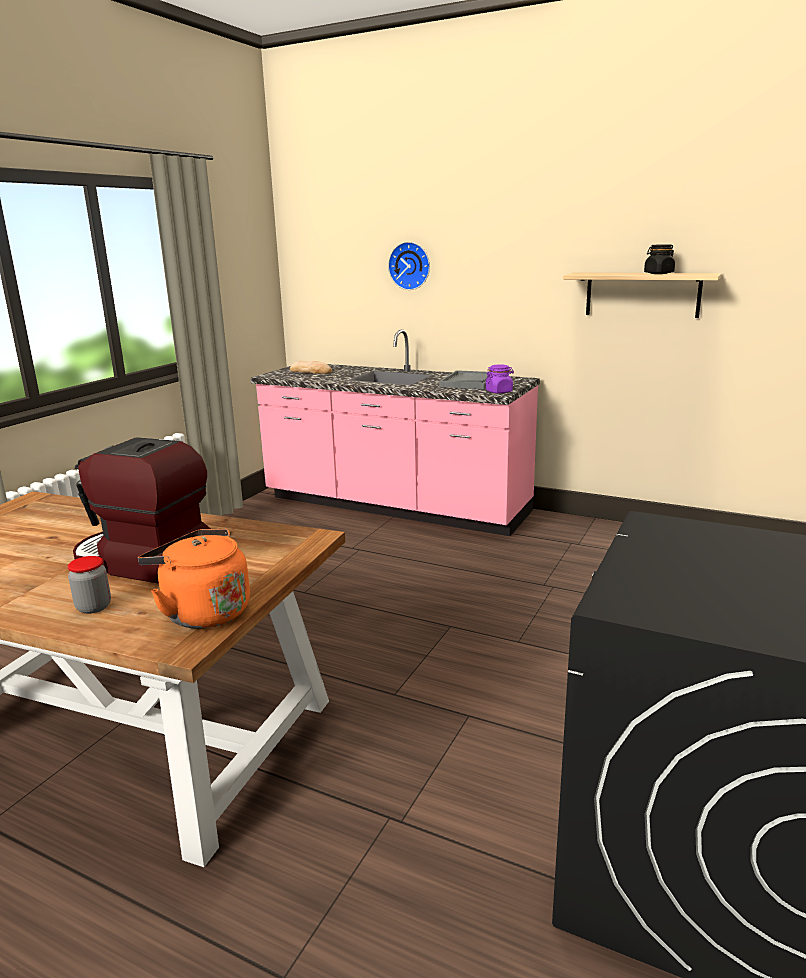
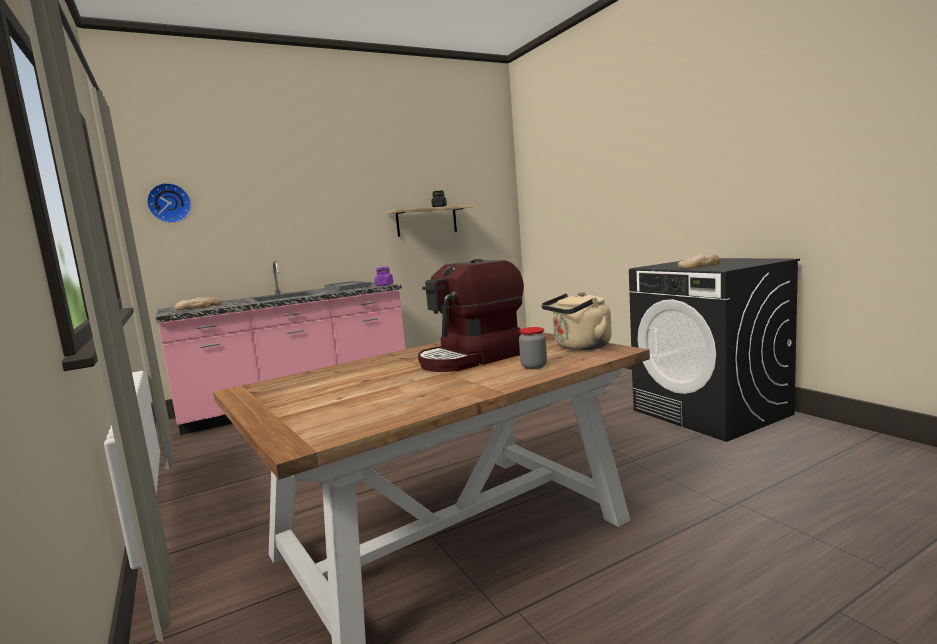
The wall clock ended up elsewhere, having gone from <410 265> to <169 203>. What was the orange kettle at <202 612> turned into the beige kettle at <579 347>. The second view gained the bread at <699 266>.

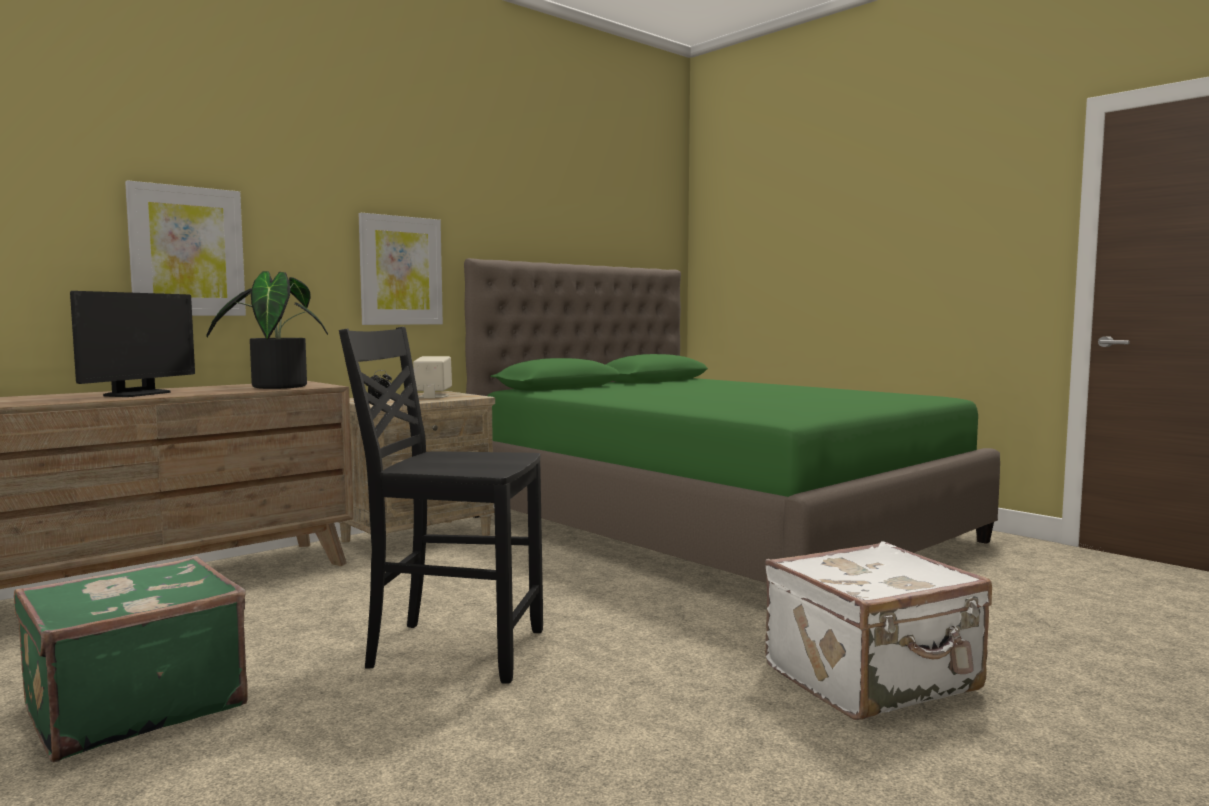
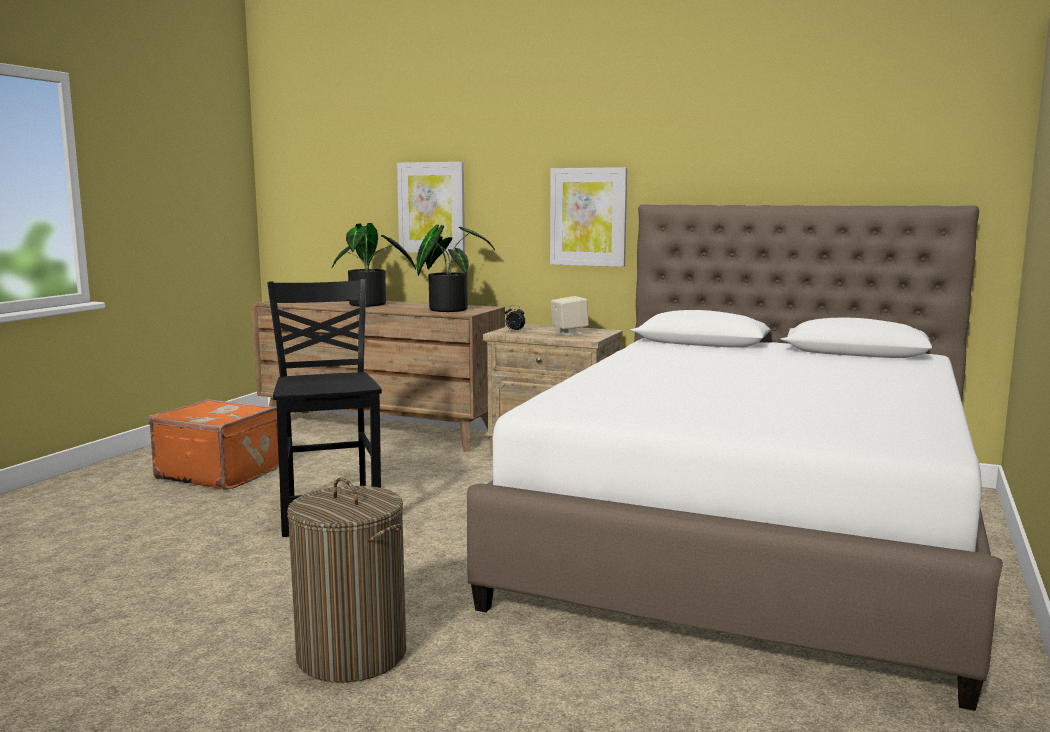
What was the green suitcase at <133 706> turned into the orange suitcase at <220 473>. Where the white suitcase stood at <874 680>, the laundry basket came to stand at <352 654>. Where the monitor stood at <137 394>, the potted plant came to stand at <371 305>. What was the green bed at <715 528> turned into the white bed at <752 538>.

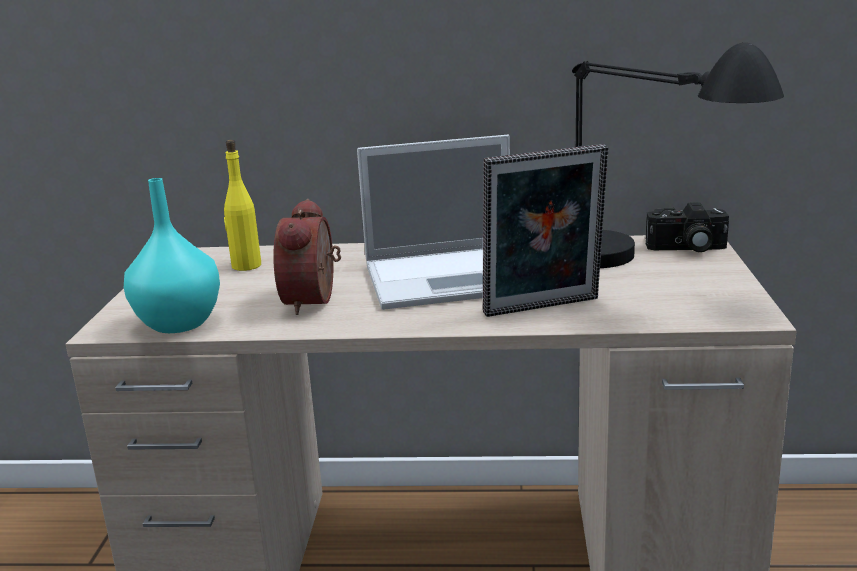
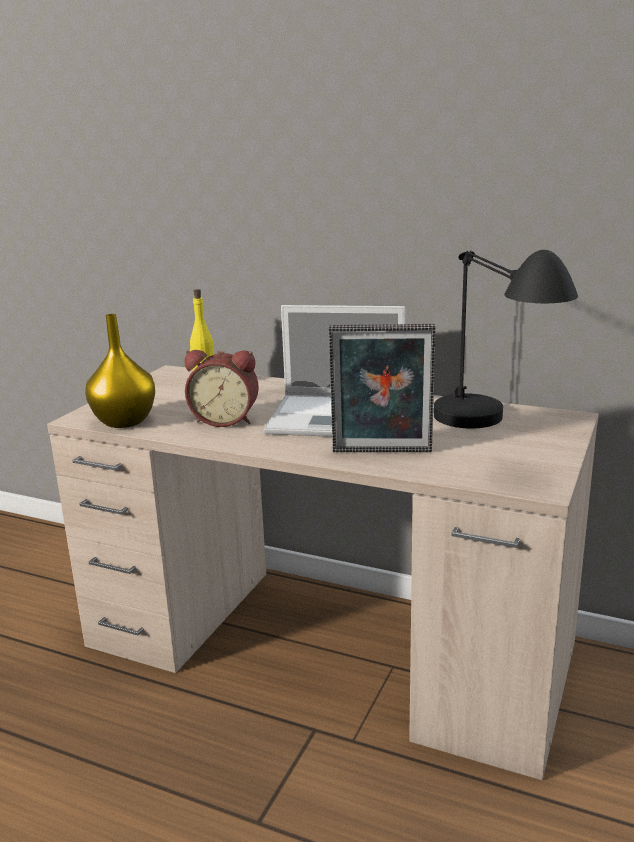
What was the turquoise vase at <181 323> turned into the yellow vase at <126 421>. The alarm clock at <315 301> ended up facing another way, 105 degrees counterclockwise from before. The second view lost the photo camera at <686 249>.

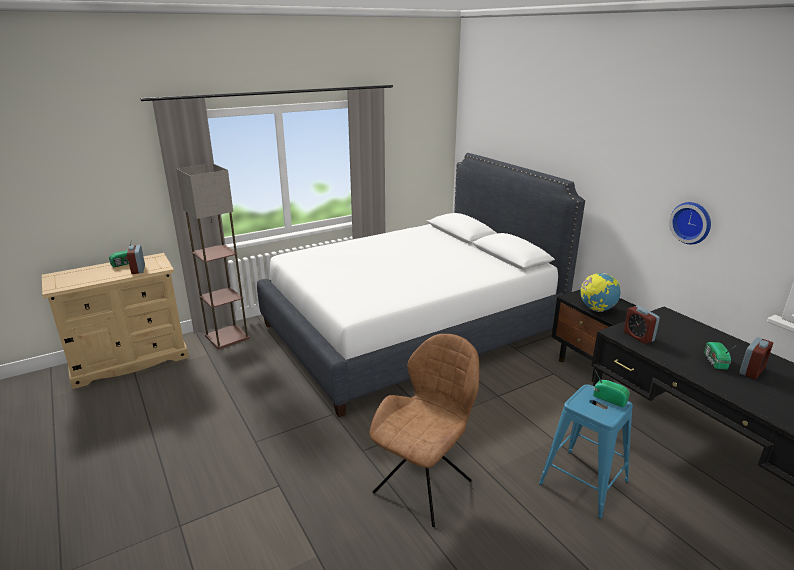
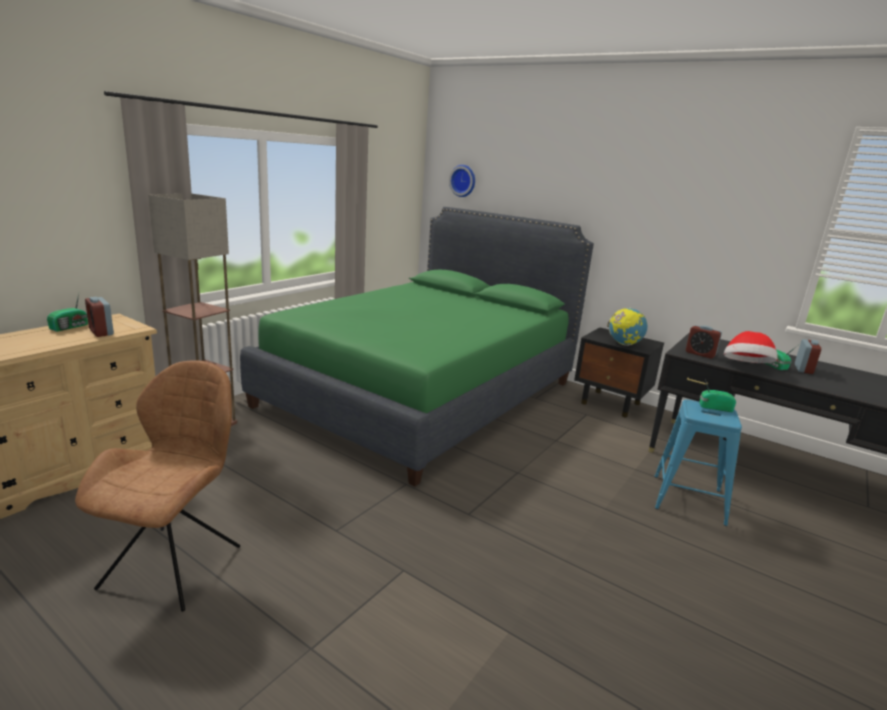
The brown chair ended up elsewhere, having gone from <425 484> to <175 563>. What was the white bed at <411 330> turned into the green bed at <423 394>. The wall clock ended up elsewhere, having gone from <692 222> to <463 181>. The second view gained the hat at <746 367>.

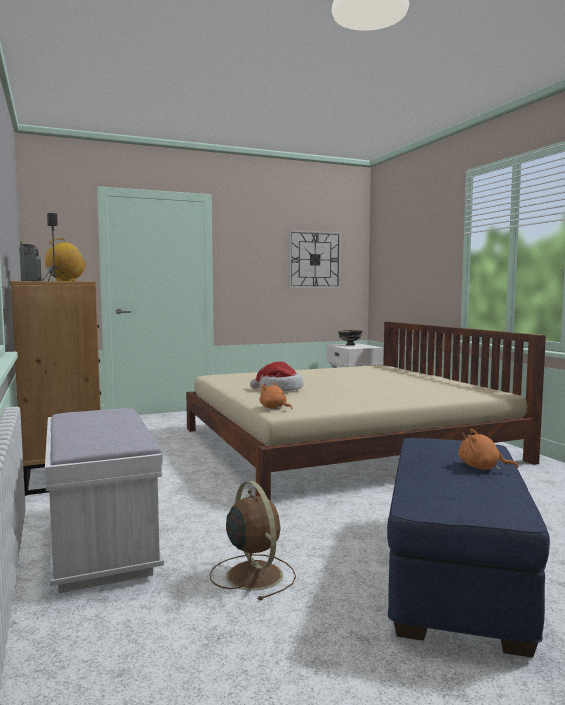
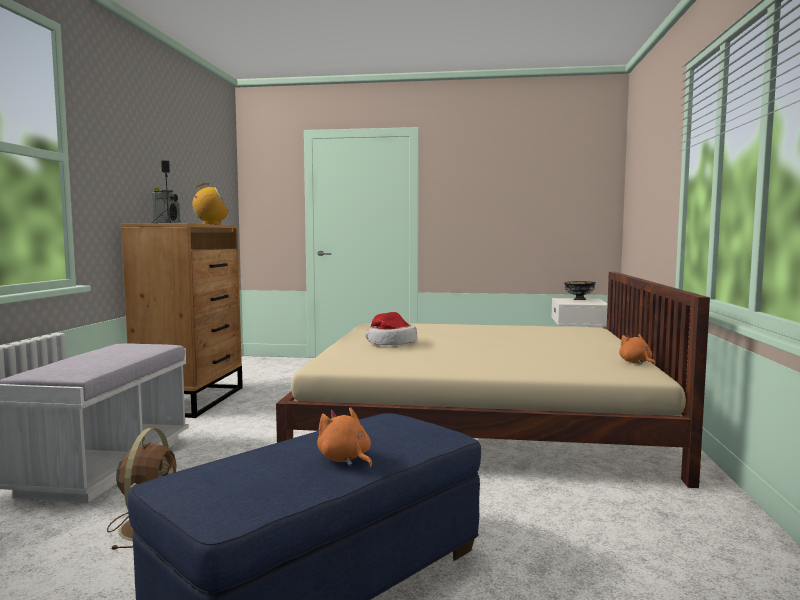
The orange plush toy ended up elsewhere, having gone from <274 408> to <636 363>. The second view lost the wall clock at <314 259>.

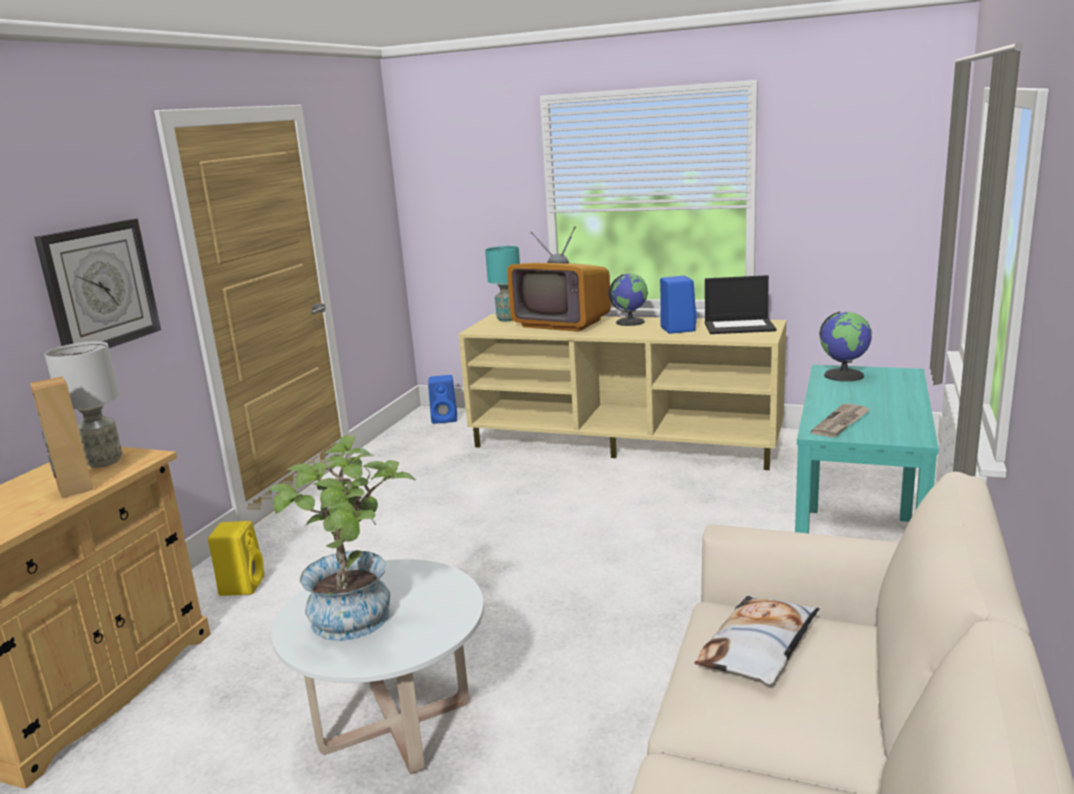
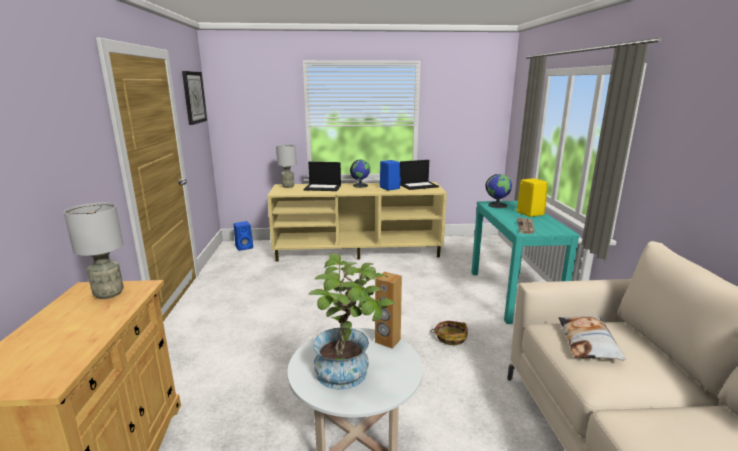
The wall clock ended up elsewhere, having gone from <100 287> to <193 97>. What was the turquoise table lamp at <507 319> turned into the grey table lamp at <288 186>. Where the television stood at <561 323>, the laptop came to stand at <323 187>. The brown speaker ended up elsewhere, having gone from <75 489> to <387 341>. The second view gained the basket at <450 337>. The yellow speaker ended up elsewhere, having gone from <242 585> to <529 213>.

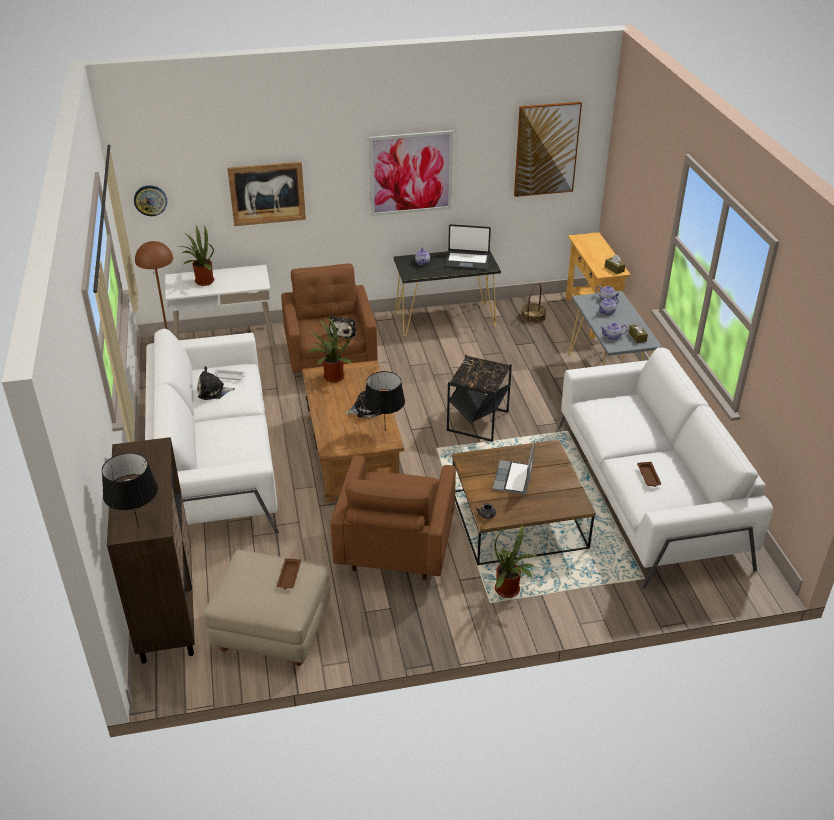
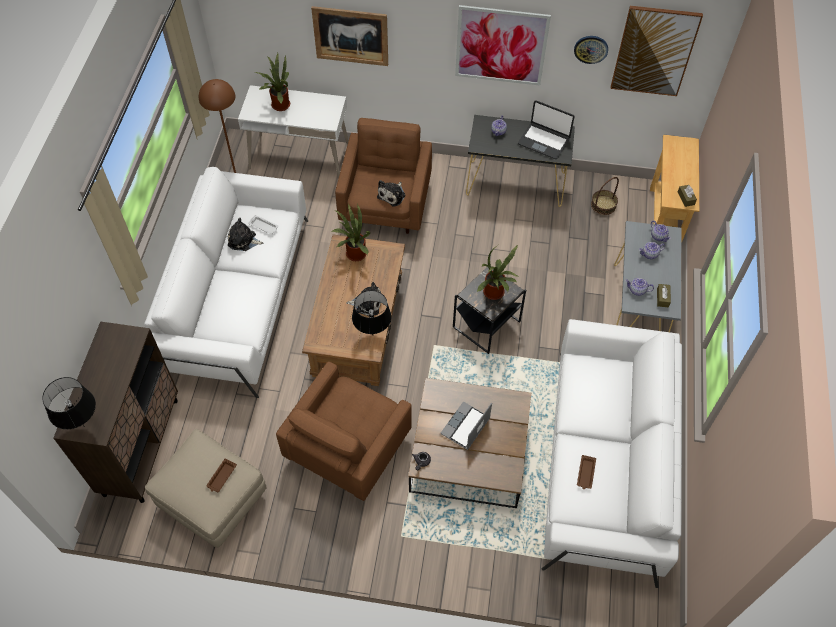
The potted plant ended up elsewhere, having gone from <510 590> to <495 293>. The wall clock ended up elsewhere, having gone from <150 200> to <591 49>.

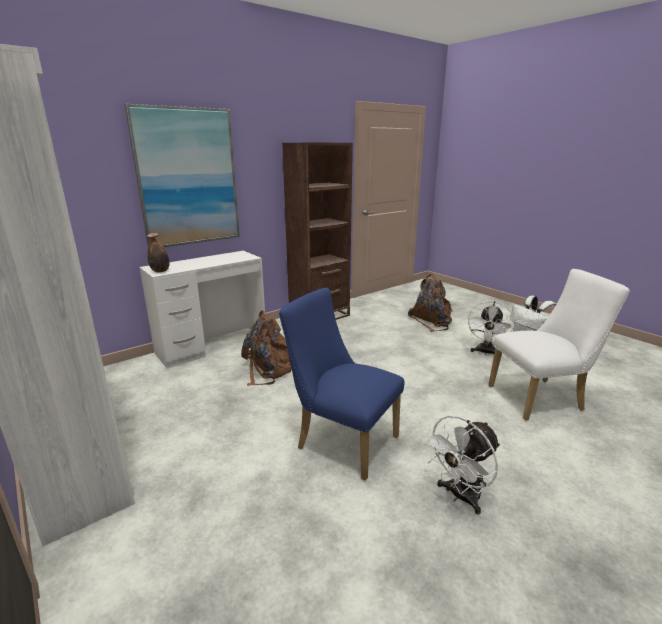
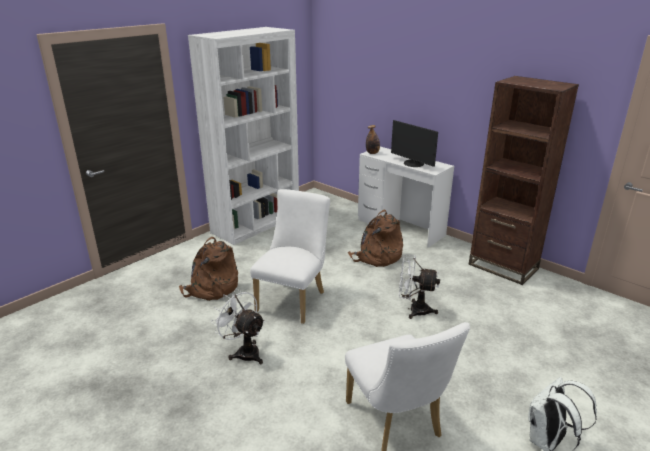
The brown backpack ended up elsewhere, having gone from <431 321> to <211 288>. What was the blue chair at <341 440> turned into the white chair at <294 299>. The second view gained the monitor at <413 164>. The white fan ended up elsewhere, having gone from <485 352> to <414 310>. The second view lost the picture at <188 178>.

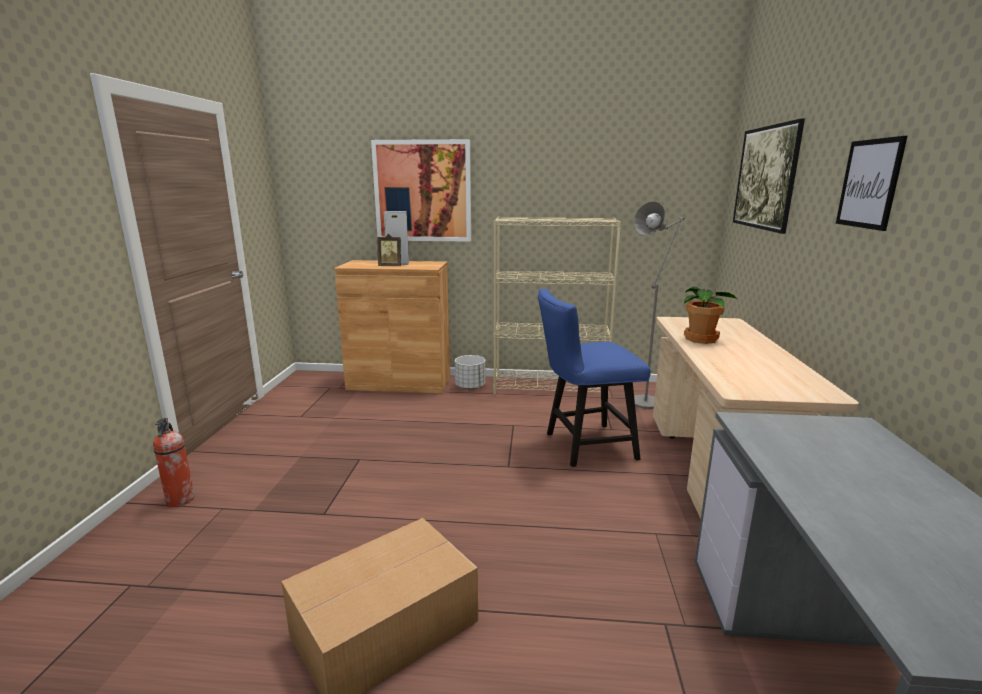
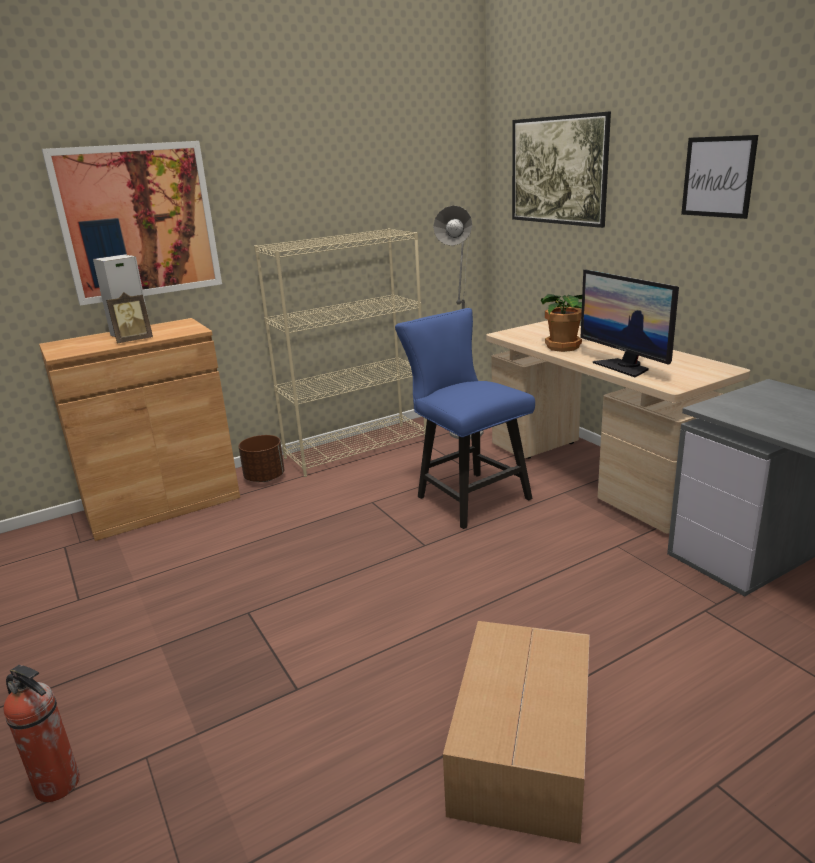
What was the white planter at <470 387> turned into the brown planter at <264 478>. The blue chair at <583 446> ended up facing another way, 105 degrees clockwise from before. The second view gained the monitor at <624 367>.

